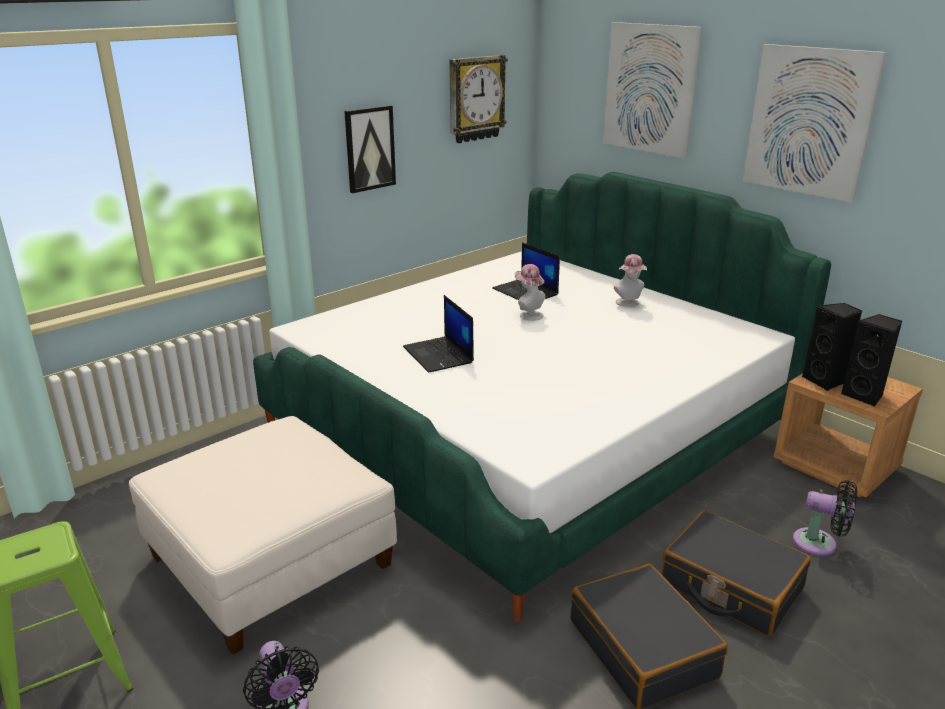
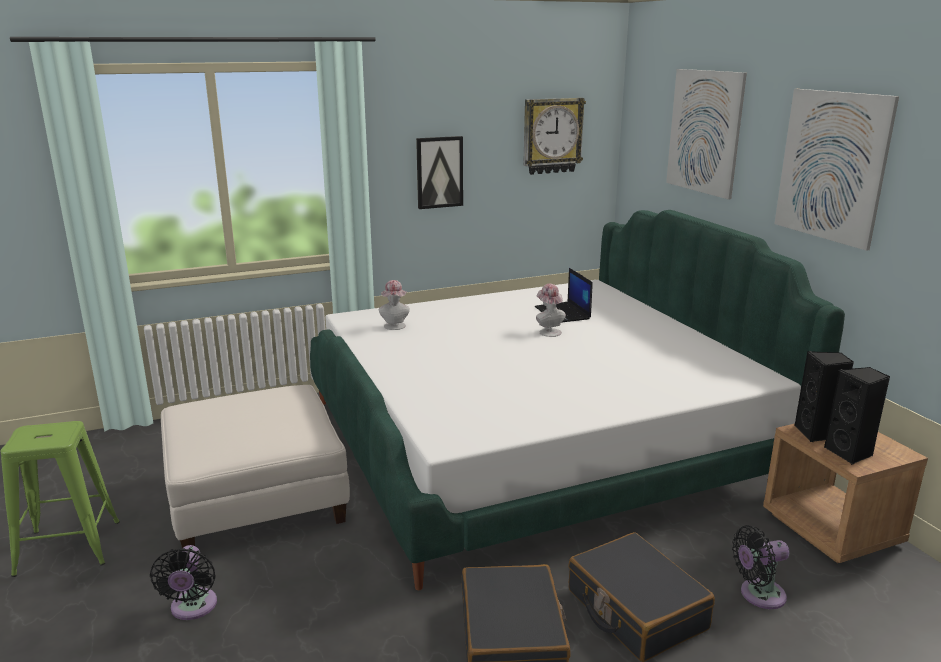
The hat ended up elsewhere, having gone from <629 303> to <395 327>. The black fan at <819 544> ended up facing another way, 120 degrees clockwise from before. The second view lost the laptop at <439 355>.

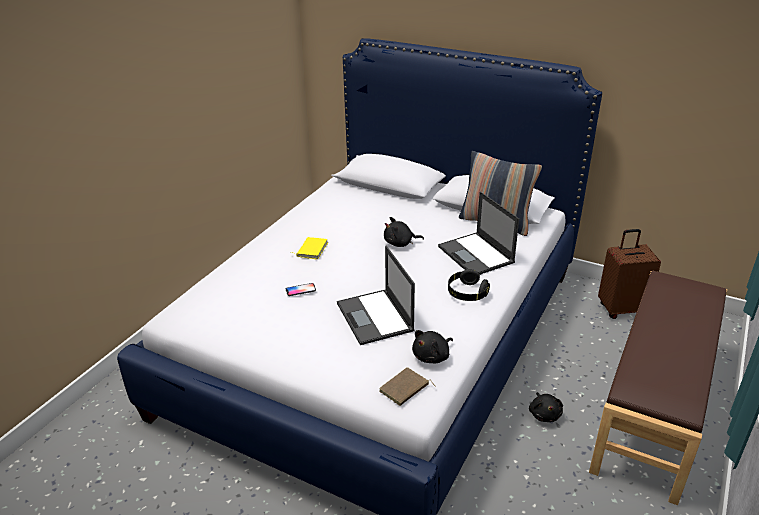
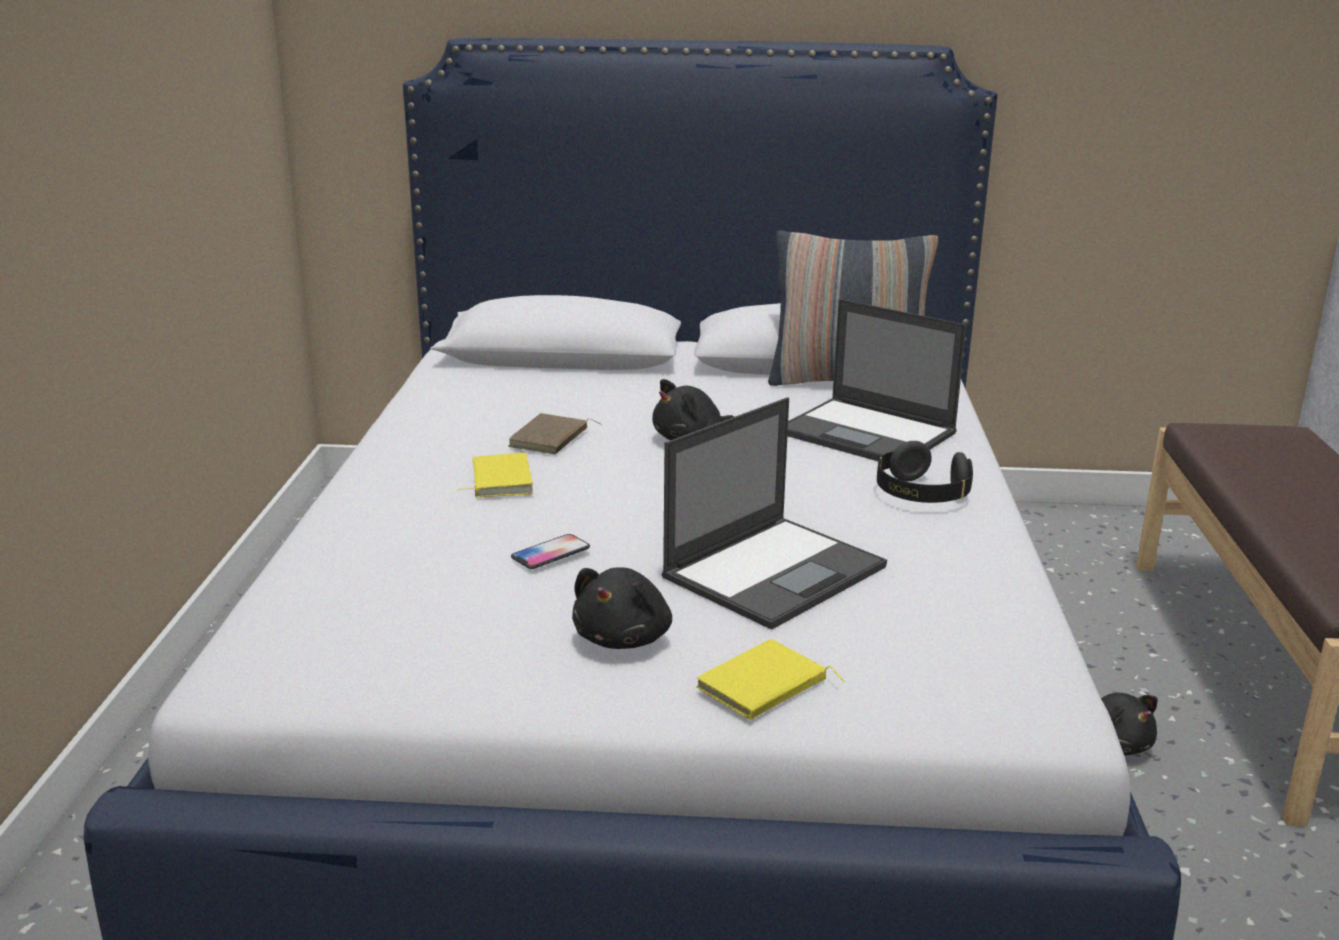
The brown book ended up elsewhere, having gone from <405 389> to <551 439>. The black plush toy ended up elsewhere, having gone from <432 356> to <625 638>. The laptop at <375 317> ended up facing another way, 90 degrees counterclockwise from before. The second view gained the yellow book at <764 687>. The second view lost the brown suitcase at <621 309>.

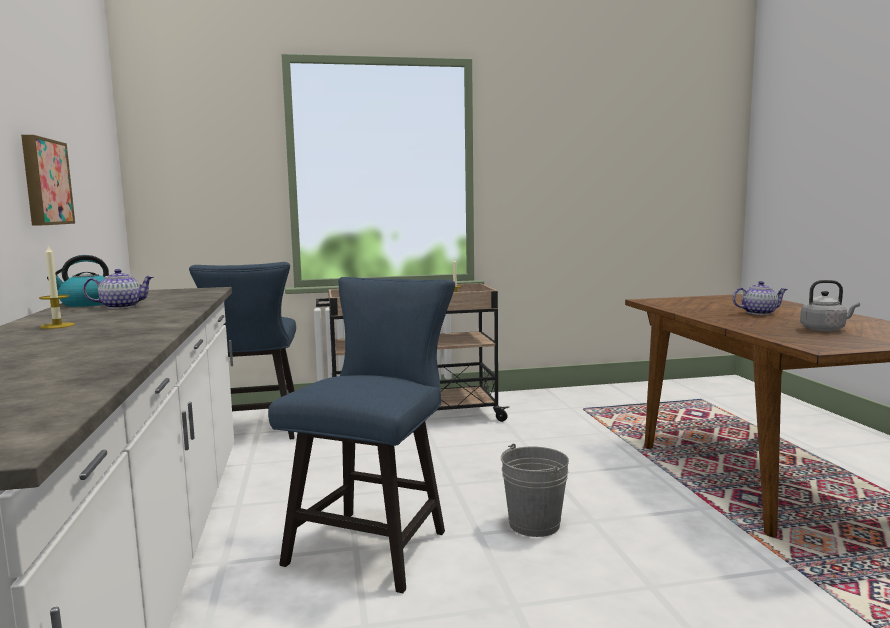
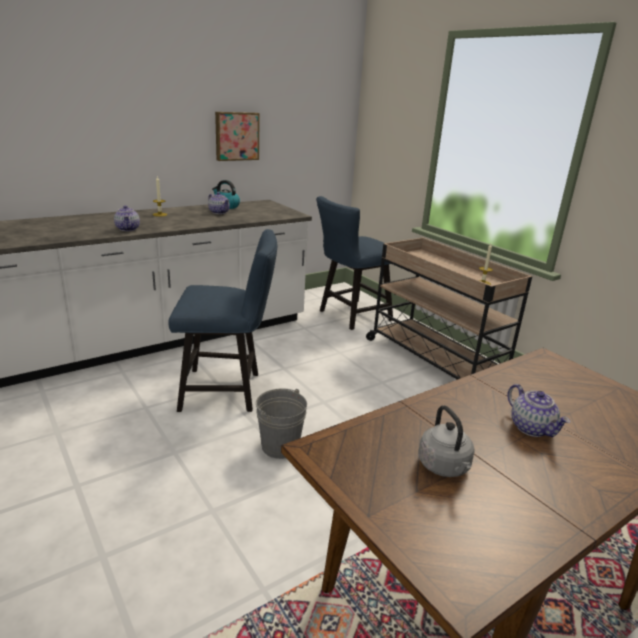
The second view gained the teapot at <128 229>.

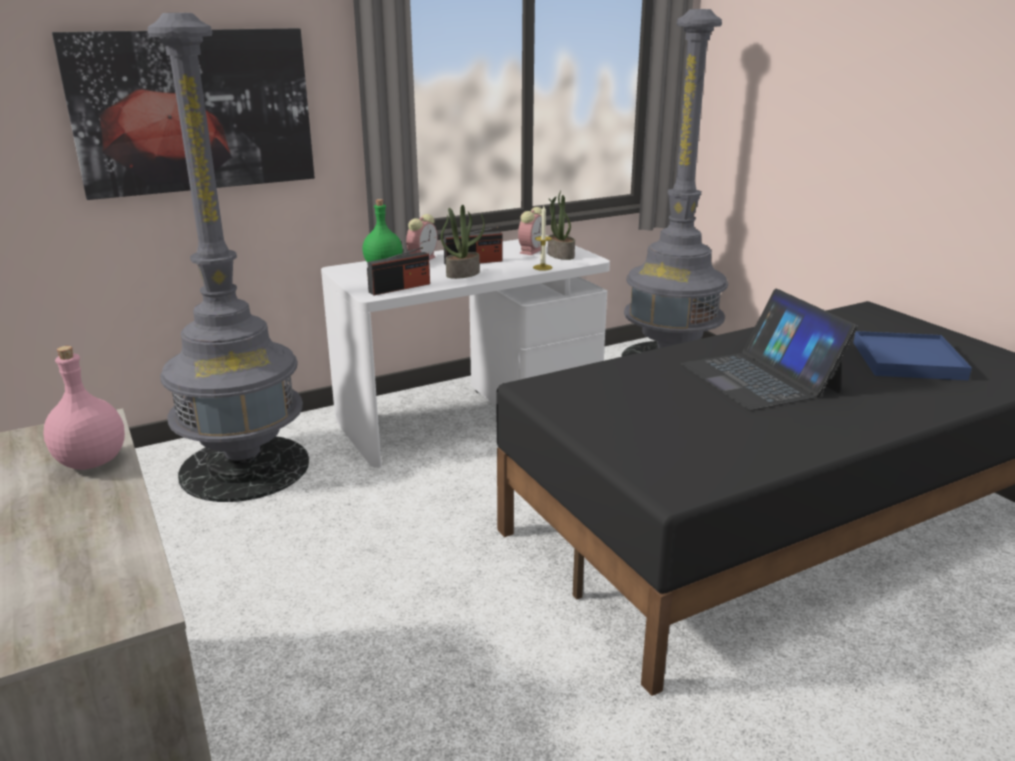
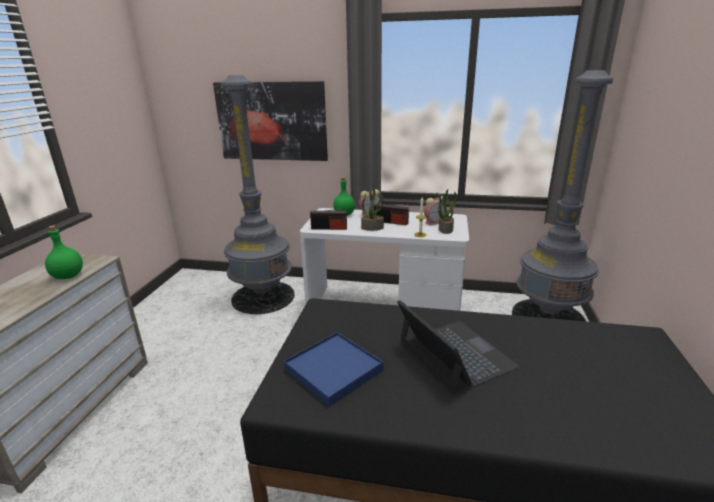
What was the pink bottle at <90 462> turned into the green bottle at <68 276>. The blue tray ended up elsewhere, having gone from <907 361> to <333 370>. The laptop at <760 378> ended up facing another way, 135 degrees clockwise from before.

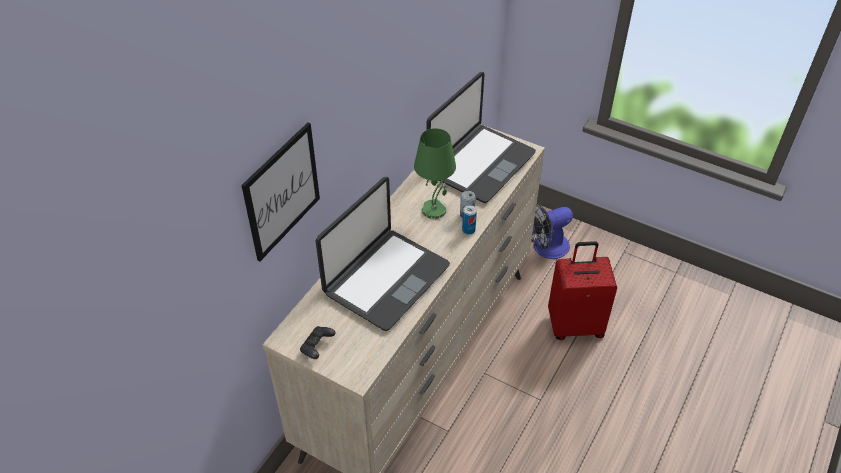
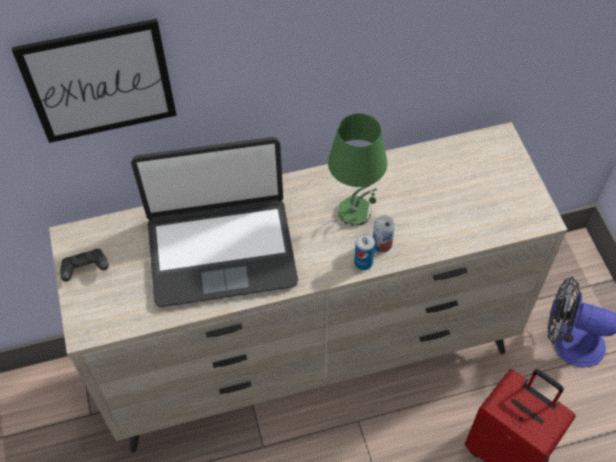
The second view lost the laptop at <480 163>.

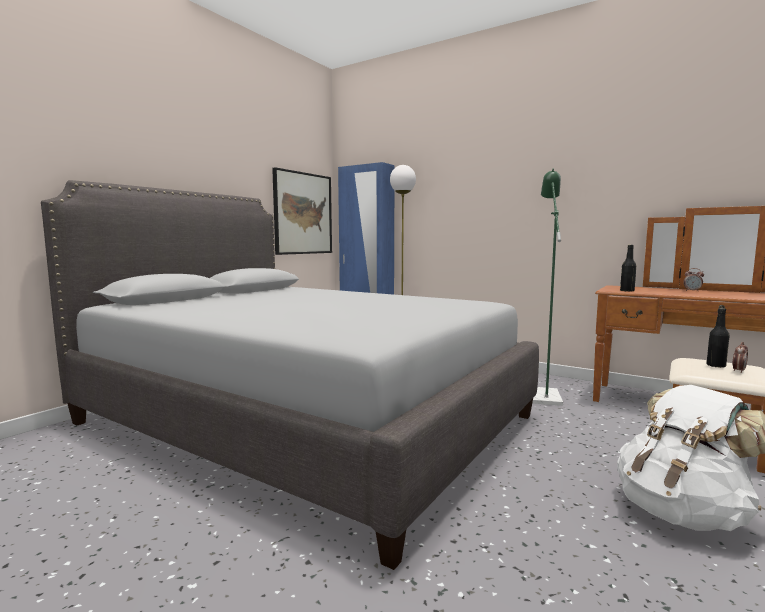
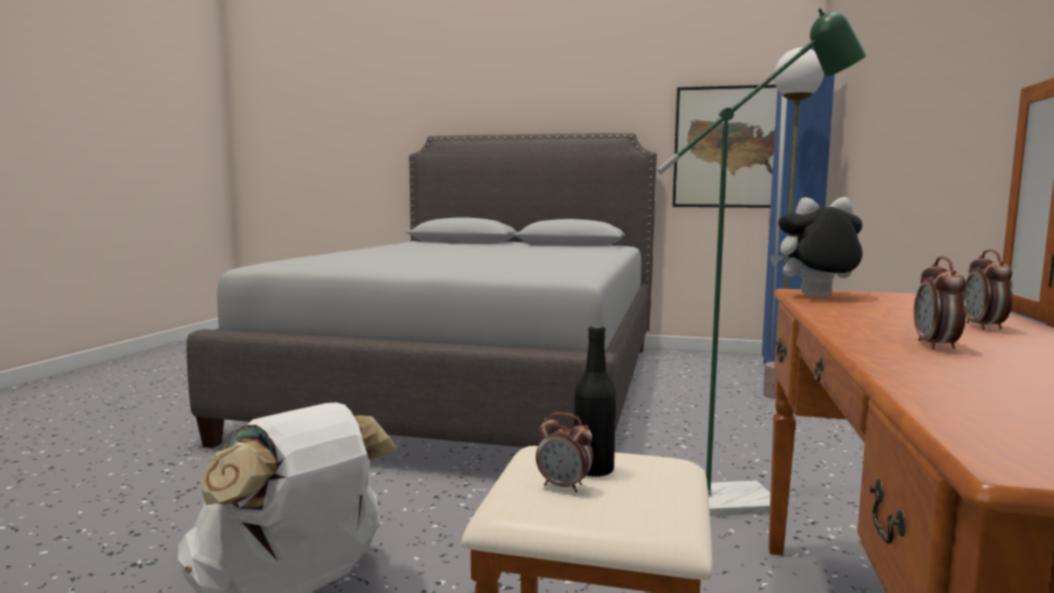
Where the black bottle stood at <627 291>, the plush toy came to stand at <816 297>. The second view gained the alarm clock at <936 346>.

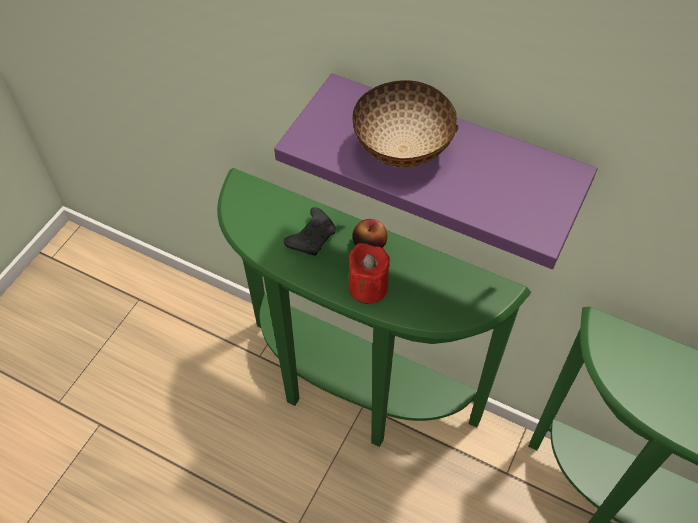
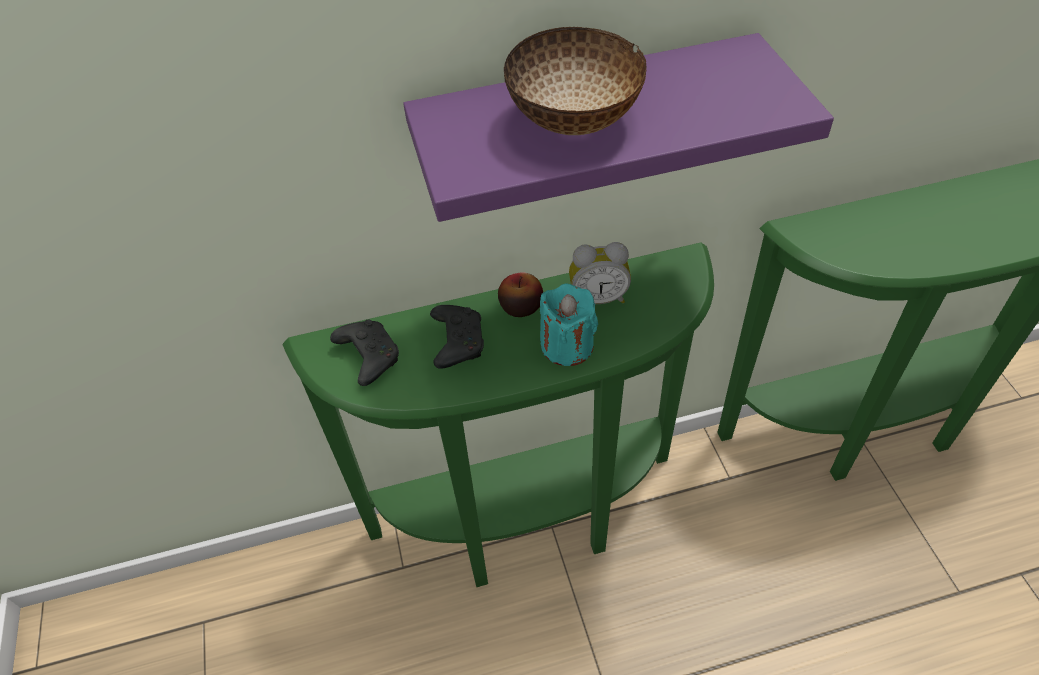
The second view gained the black game controller at <368 356>. What was the red candle at <368 287> turned into the turquoise candle at <567 346>. The second view gained the alarm clock at <598 298>.

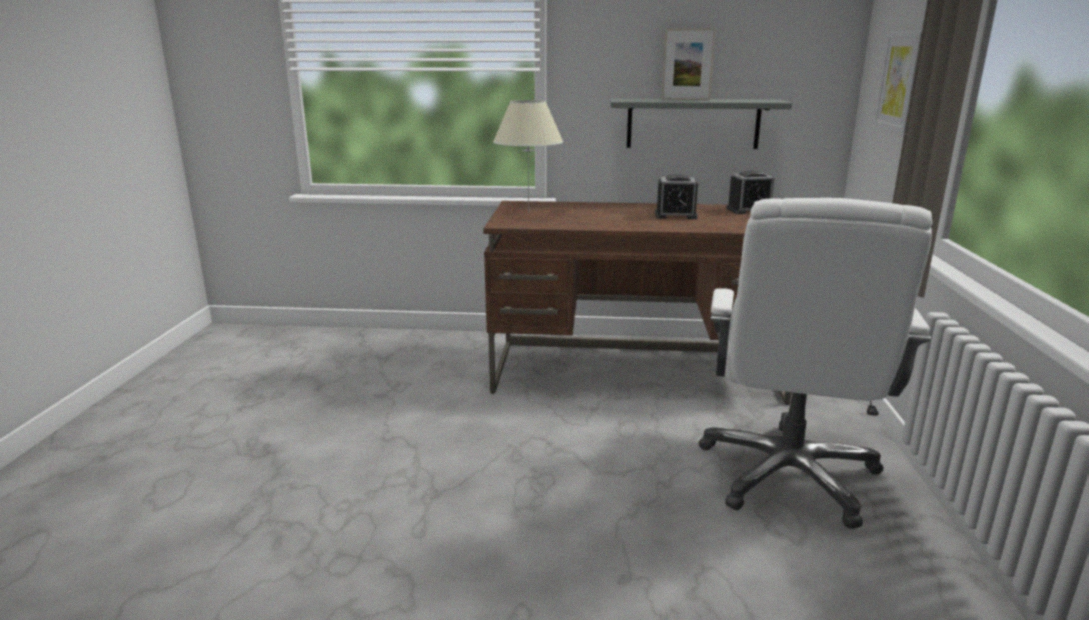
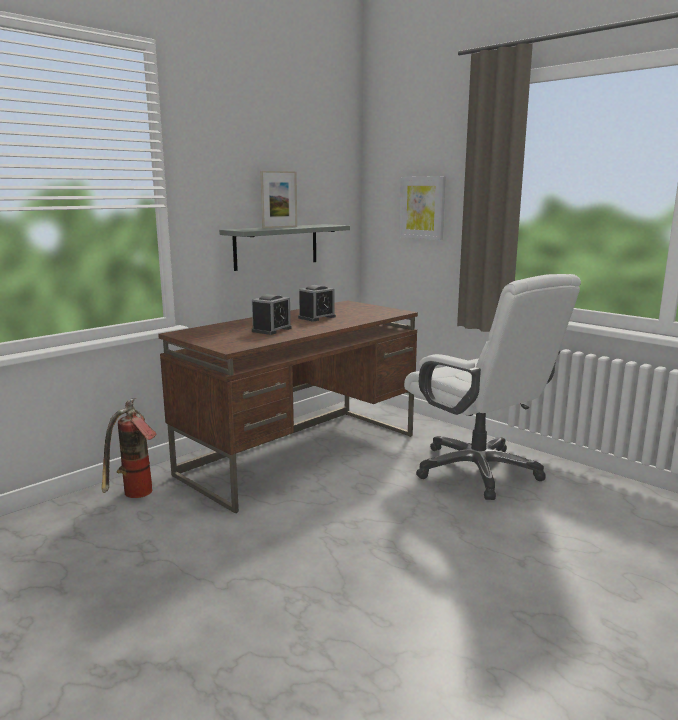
The second view gained the fire extinguisher at <134 497>. The alarm clock ended up elsewhere, having gone from <749 210> to <271 330>. The second view lost the beige table lamp at <528 212>.

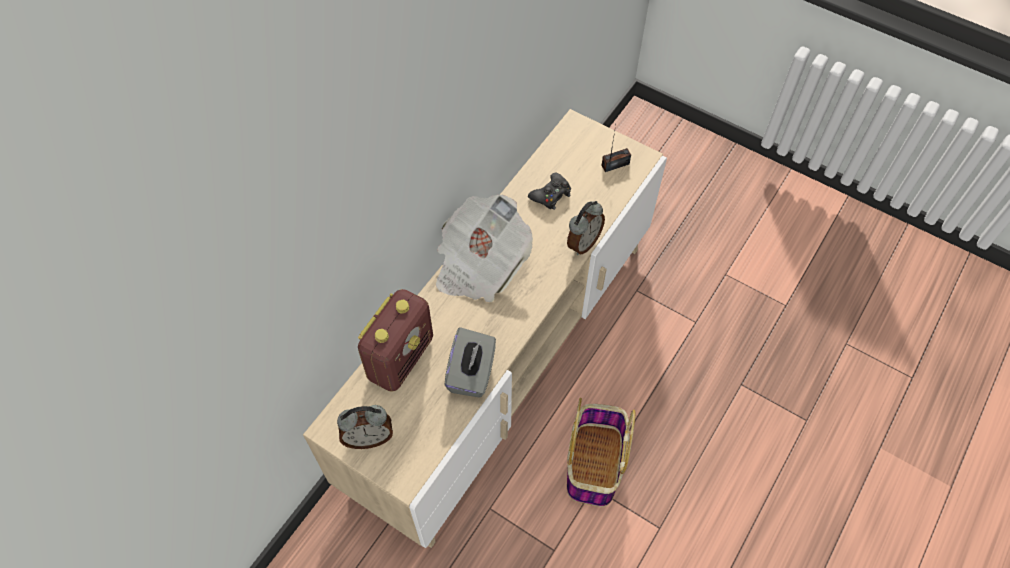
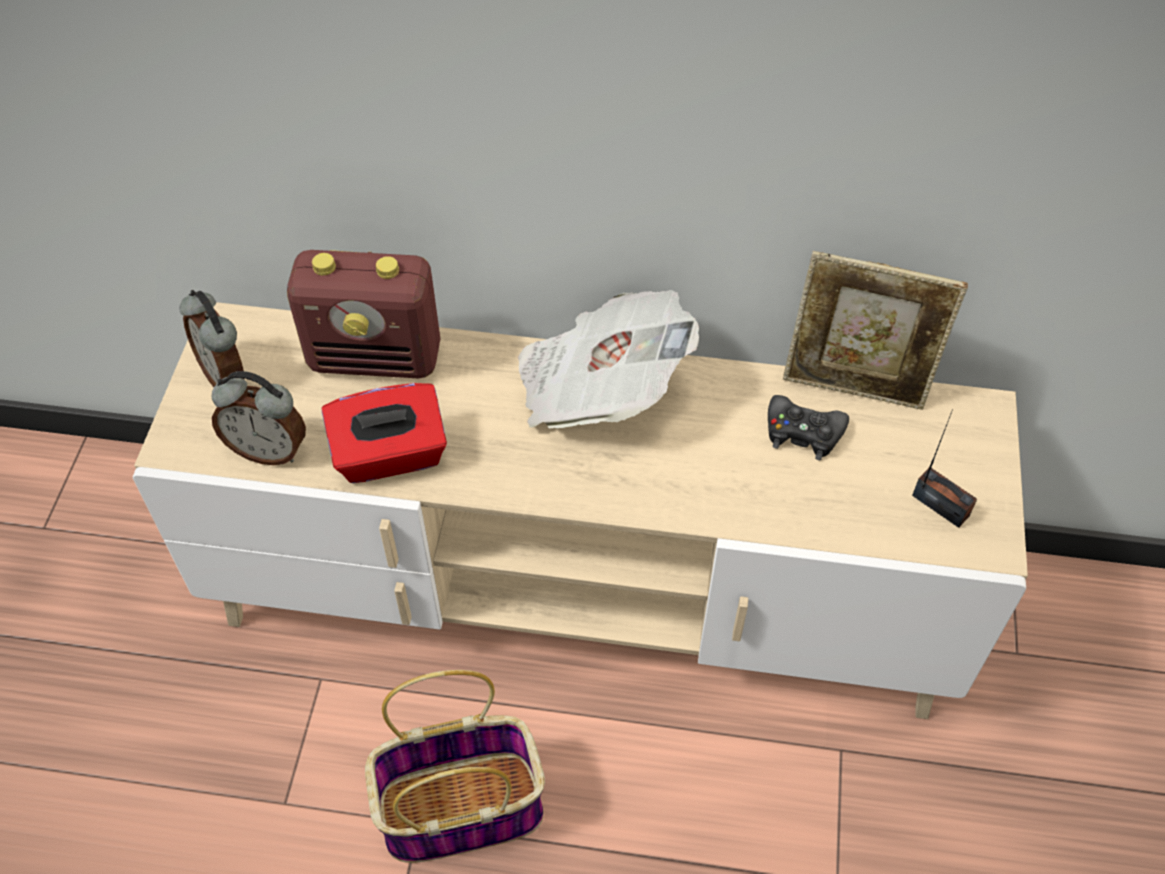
The alarm clock ended up elsewhere, having gone from <583 243> to <269 450>. What was the grey tissue box at <471 373> turned into the red tissue box at <390 456>. The second view gained the picture frame at <855 388>.

